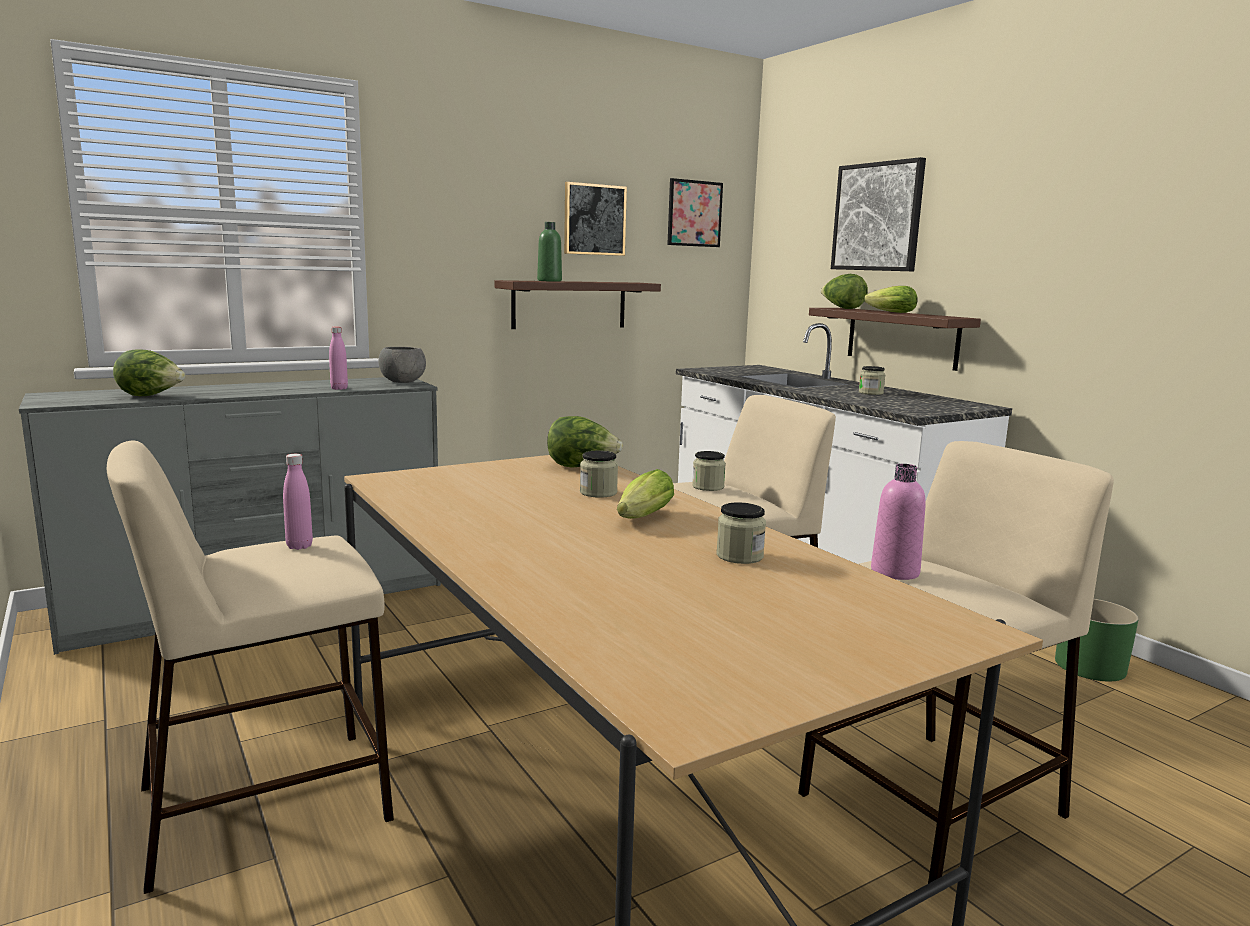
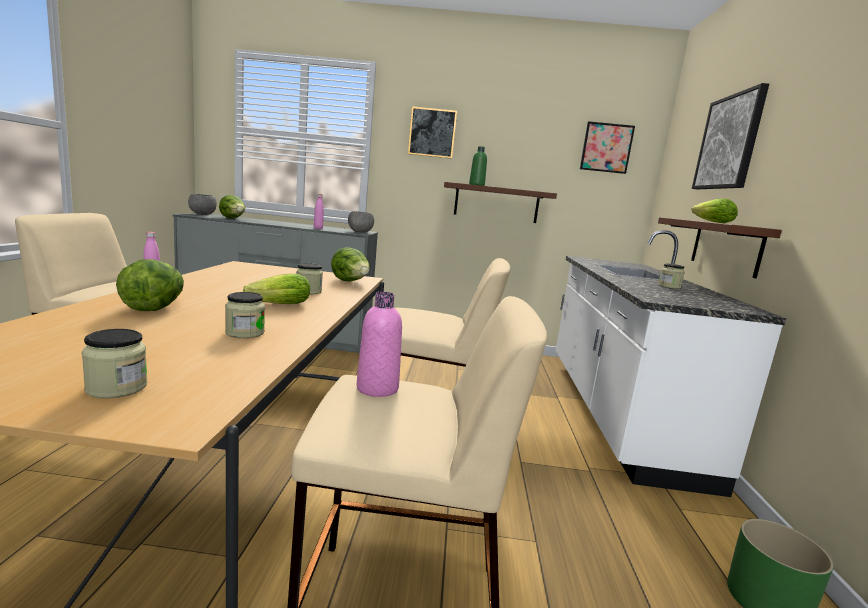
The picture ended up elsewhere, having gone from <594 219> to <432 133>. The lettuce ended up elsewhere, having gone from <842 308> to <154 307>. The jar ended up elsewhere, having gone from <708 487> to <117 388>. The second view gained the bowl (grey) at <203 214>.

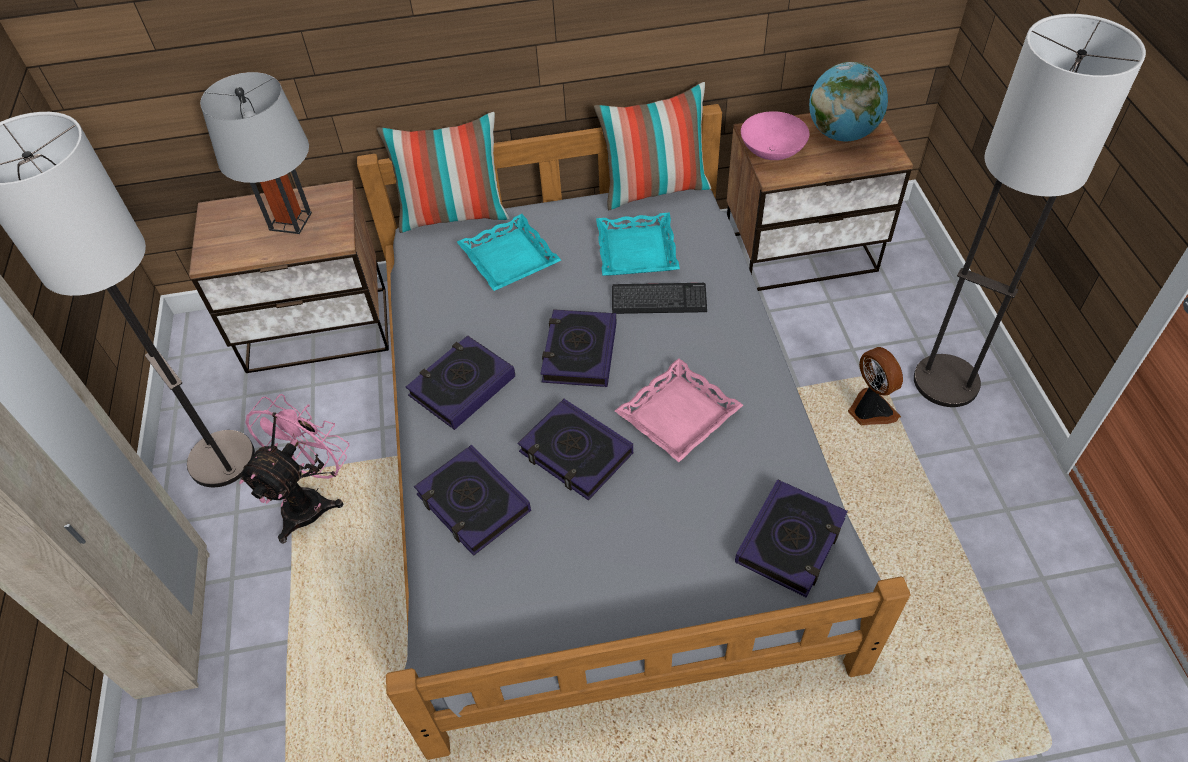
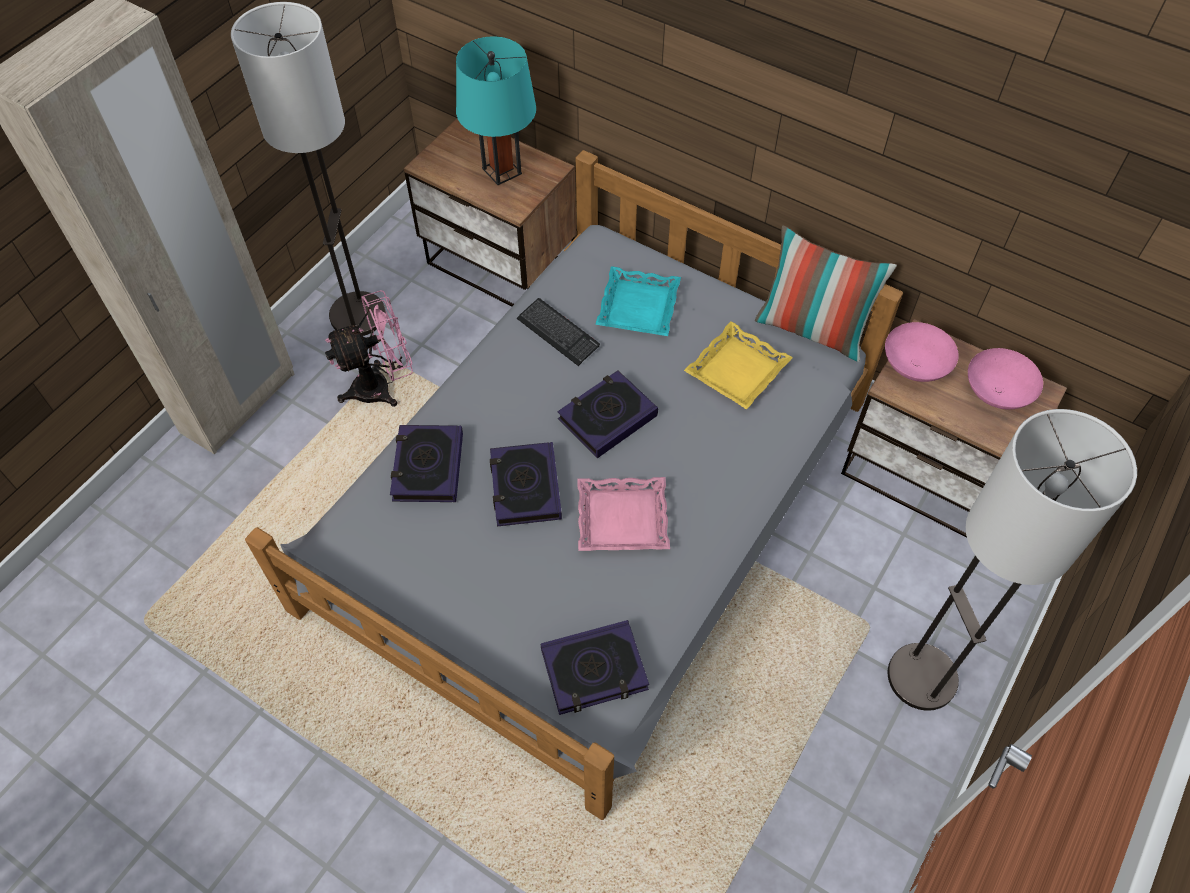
Where the globe stood at <841 134>, the bowl (pink) came to stand at <997 393>. What was the table lamp (grey) at <290 221> turned into the table lamp (turquoise) at <502 171>. The second view lost the pillow at <454 215>. What was the tray (turquoise) at <637 251> turned into the tray (yellow) at <737 371>. The keyboard ended up elsewhere, having gone from <659 300> to <558 333>. The second view lost the book at <462 386>. The second view lost the fan at <870 410>.

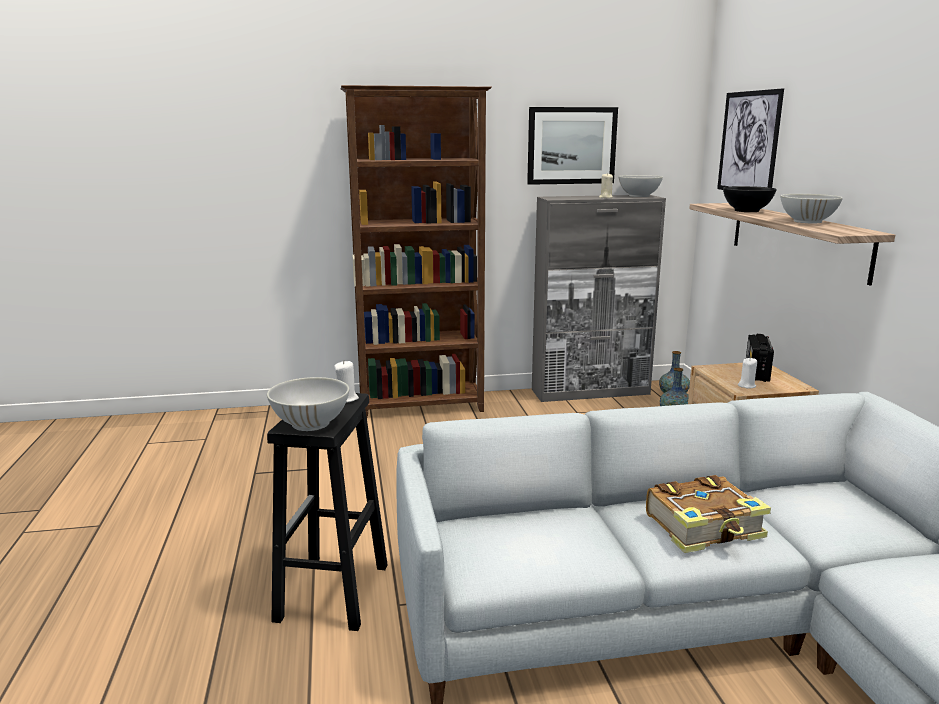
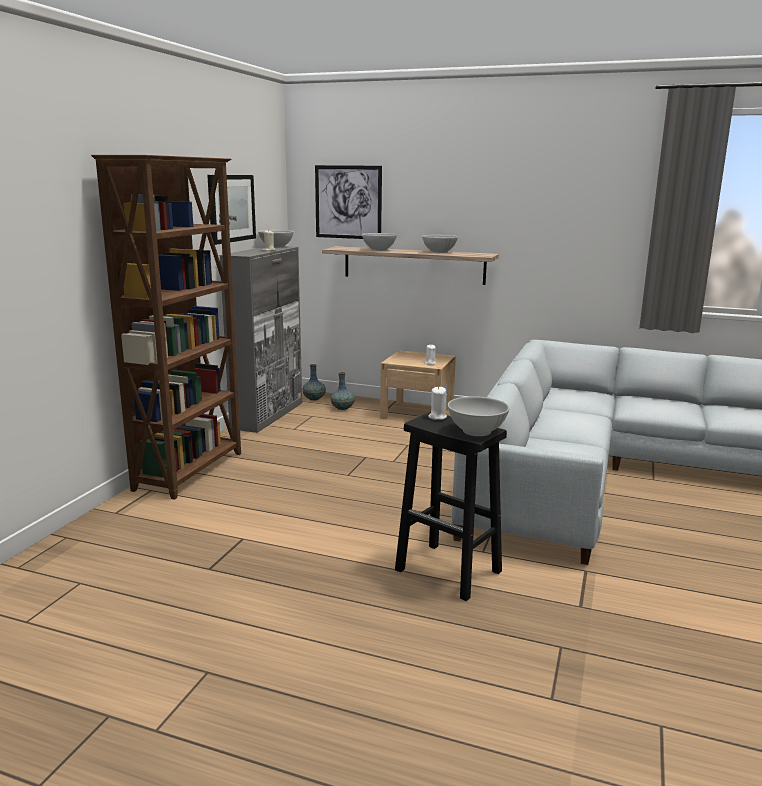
What was the bowl (black) at <746 211> turned into the bowl (white) at <379 250>. The second view lost the radio at <756 373>. The second view lost the book at <705 527>.

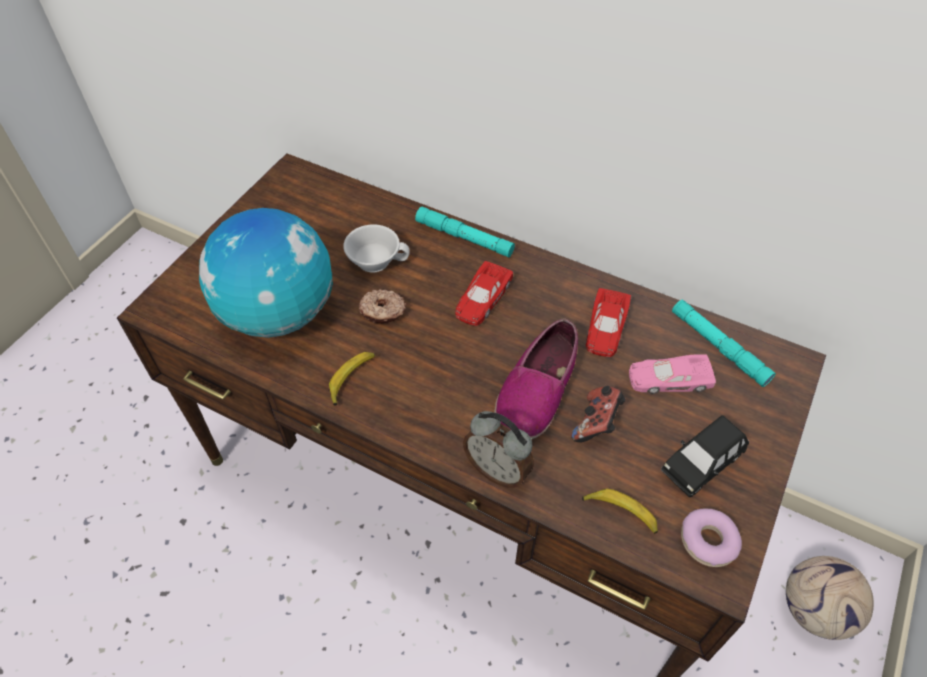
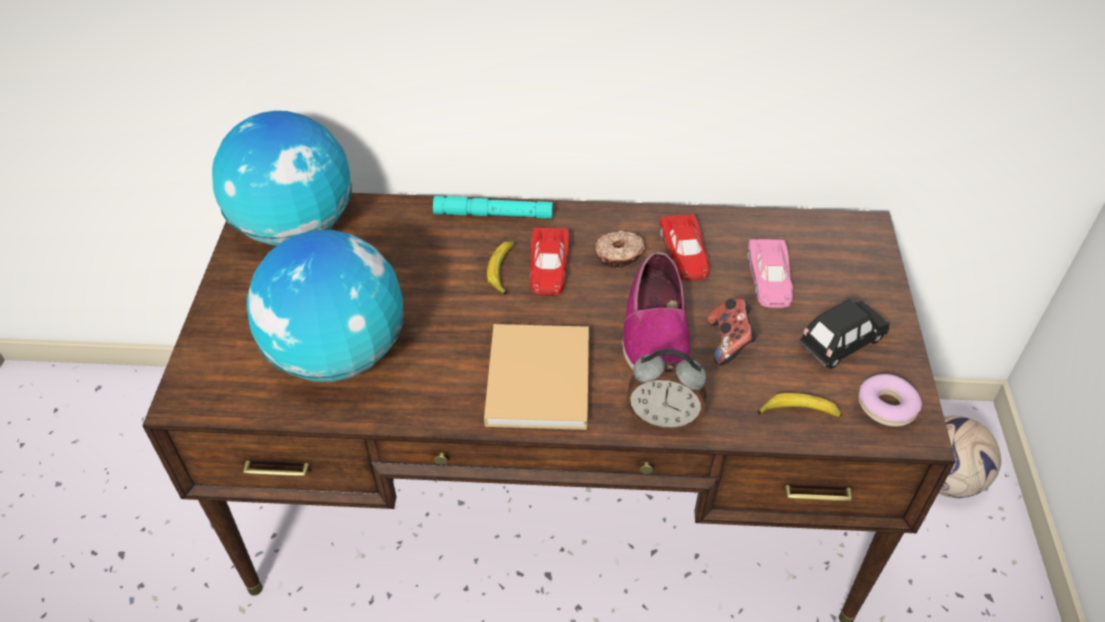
The second view lost the cup (white) at <375 259>. The donut ended up elsewhere, having gone from <382 311> to <619 255>. The second view lost the flashlight (turquoise) at <719 347>. The banana ended up elsewhere, having gone from <351 379> to <503 270>. The toy car (pink) at <669 378> ended up facing another way, 60 degrees counterclockwise from before. The toy car (black) at <701 464> ended up facing another way, 150 degrees counterclockwise from before. The second view gained the globe at <295 228>. The second view gained the book (beige) at <538 376>.

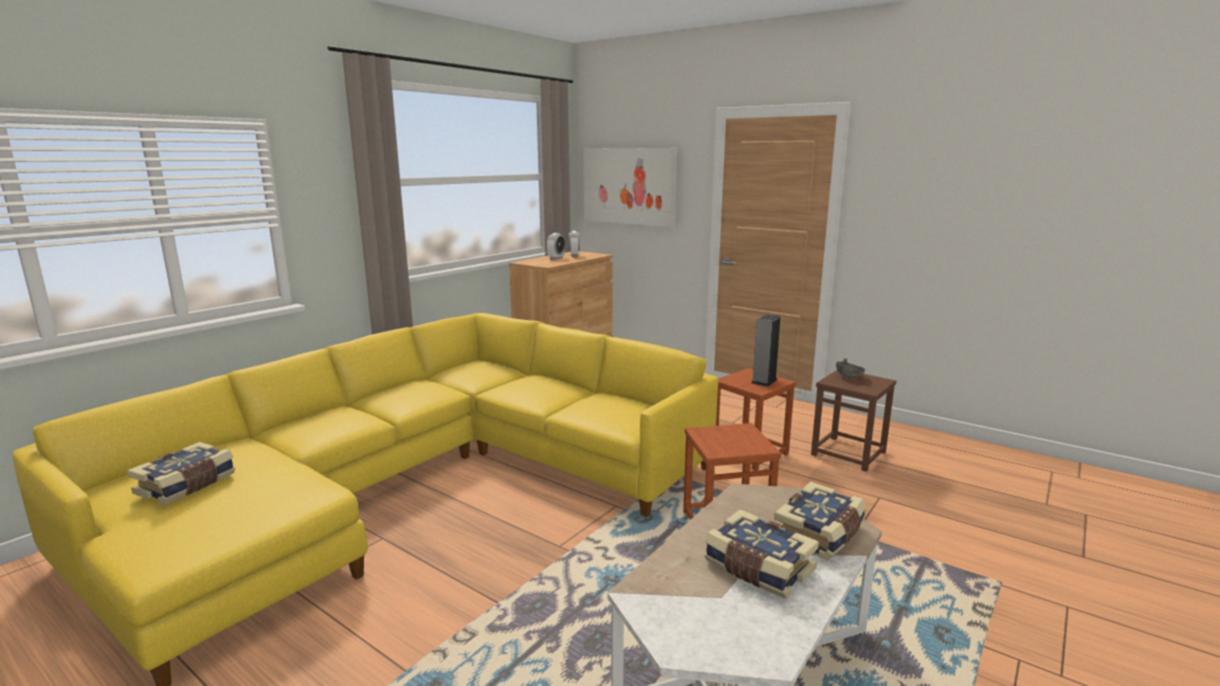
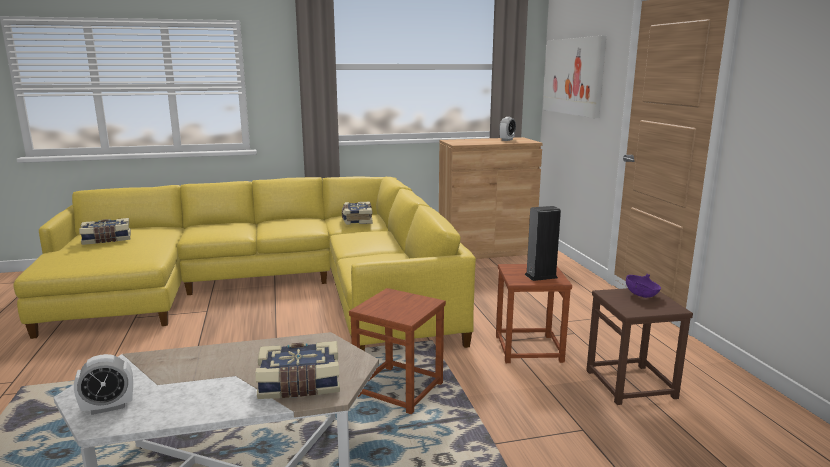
The alarm clock ended up elsewhere, having gone from <556 258> to <108 407>. What was the bowl (grey) at <849 377> turned into the bowl (purple) at <642 295>. The book ended up elsewhere, having gone from <758 568> to <356 220>.

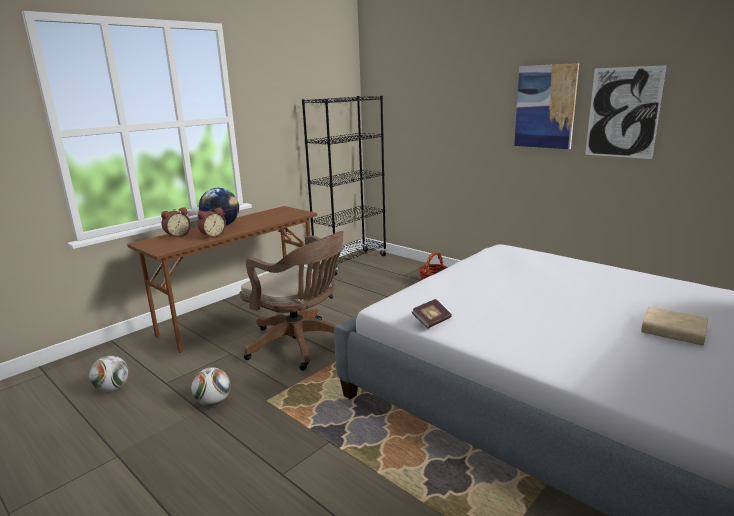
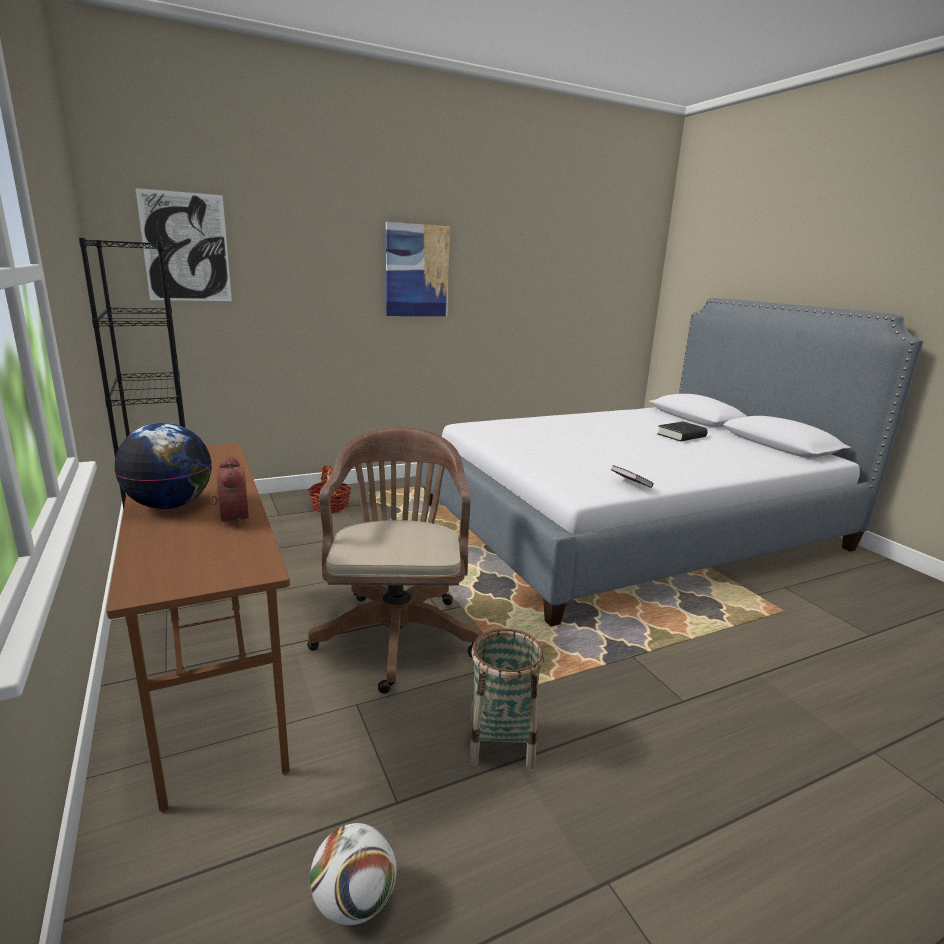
The picture ended up elsewhere, having gone from <623 113> to <186 247>. The second view lost the alarm clock at <177 235>. The office chair (brown) at <300 345> ended up facing another way, 60 degrees counterclockwise from before. What was the book (beige) at <673 331> turned into the book (black) at <681 435>. Where the football stood at <213 402>, the basket came to stand at <501 742>.

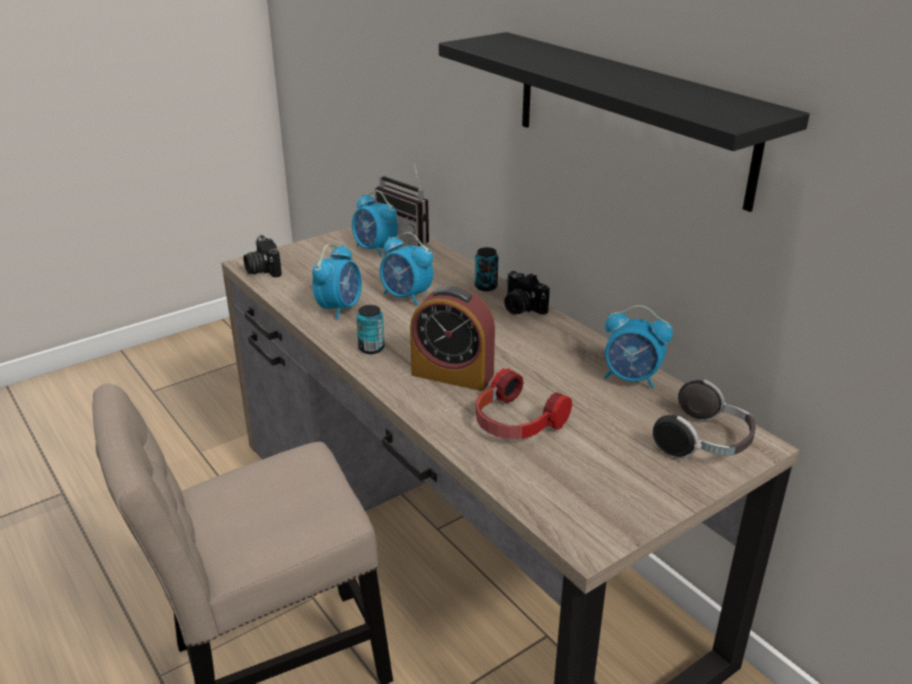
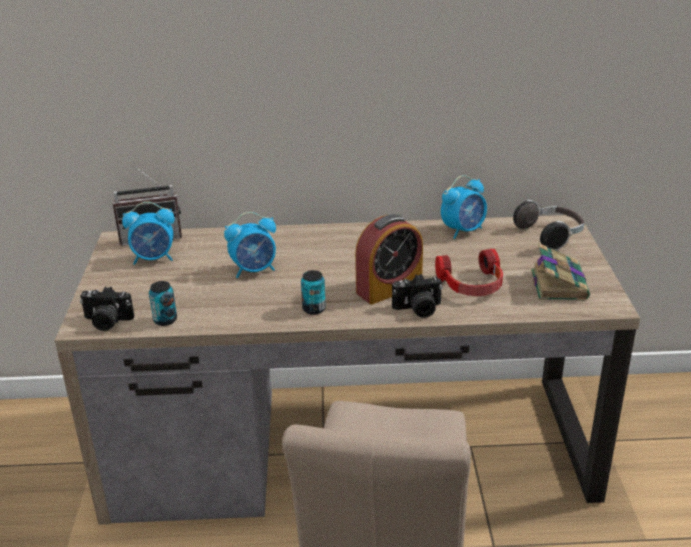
The second view lost the shelf (black) at <629 115>. The second view lost the alarm clock at <340 308>. The can ended up elsewhere, having gone from <486 286> to <165 320>. The photo camera ended up elsewhere, having gone from <521 308> to <418 309>. The second view gained the book at <558 284>.

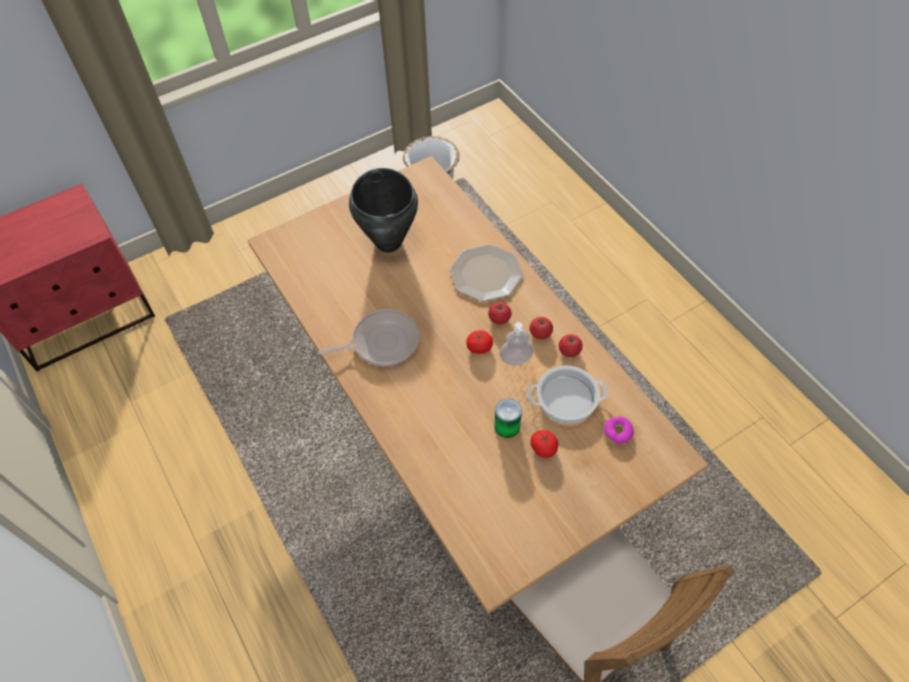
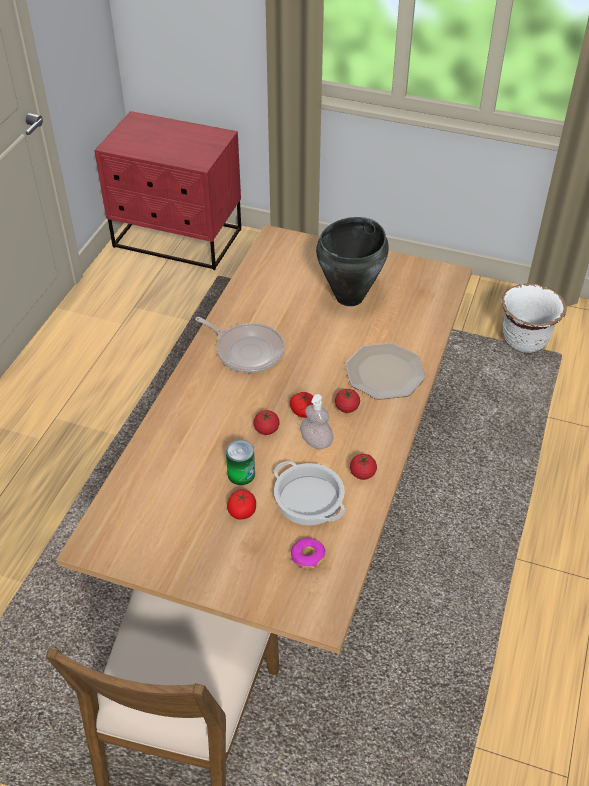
The tomato ended up elsewhere, having gone from <540 333> to <266 429>.

